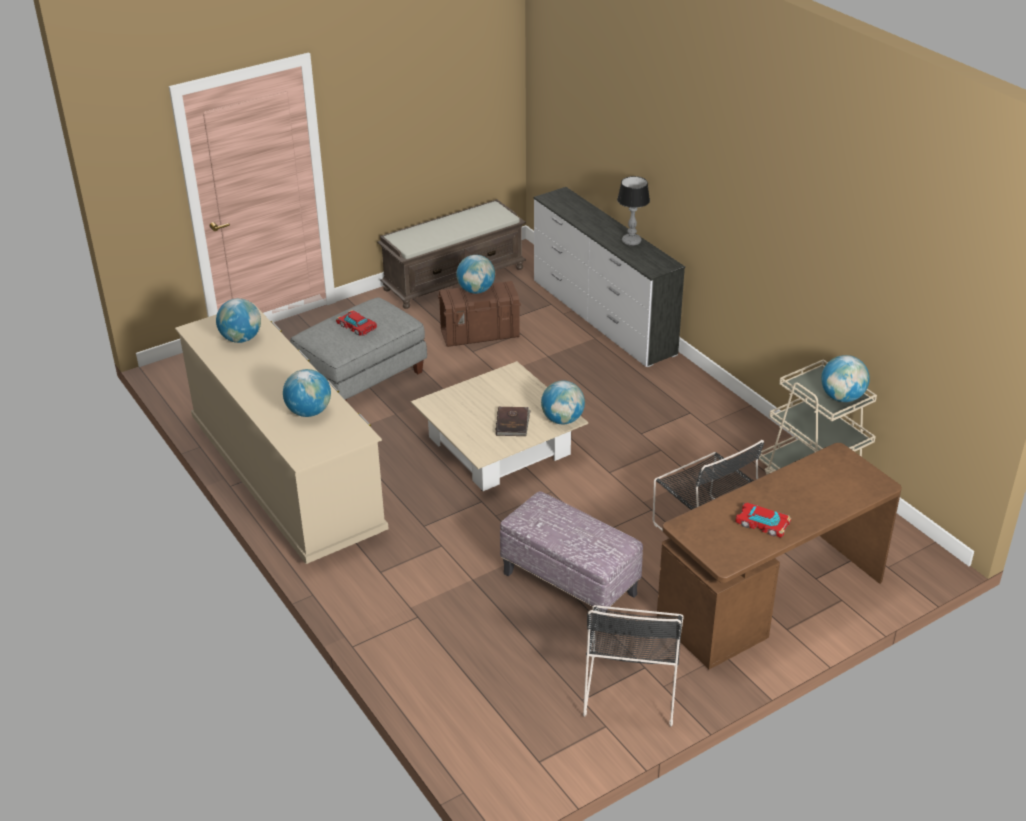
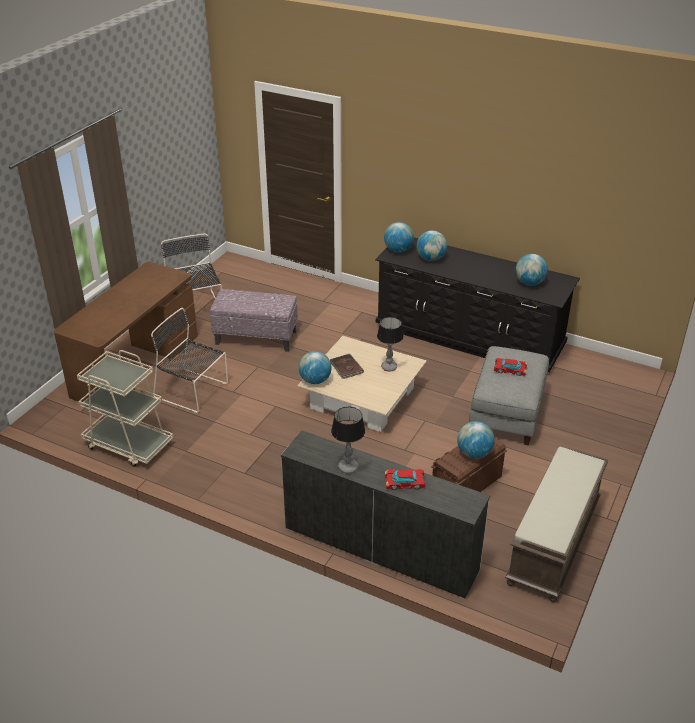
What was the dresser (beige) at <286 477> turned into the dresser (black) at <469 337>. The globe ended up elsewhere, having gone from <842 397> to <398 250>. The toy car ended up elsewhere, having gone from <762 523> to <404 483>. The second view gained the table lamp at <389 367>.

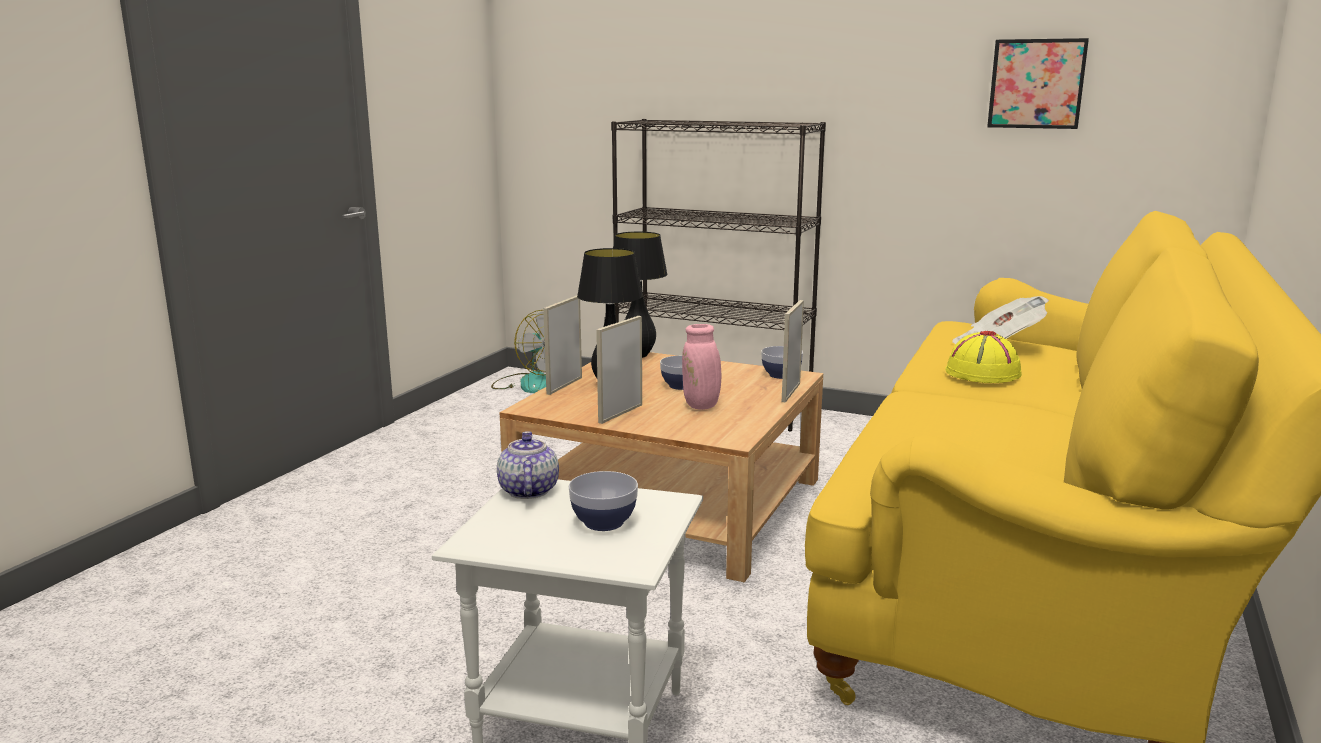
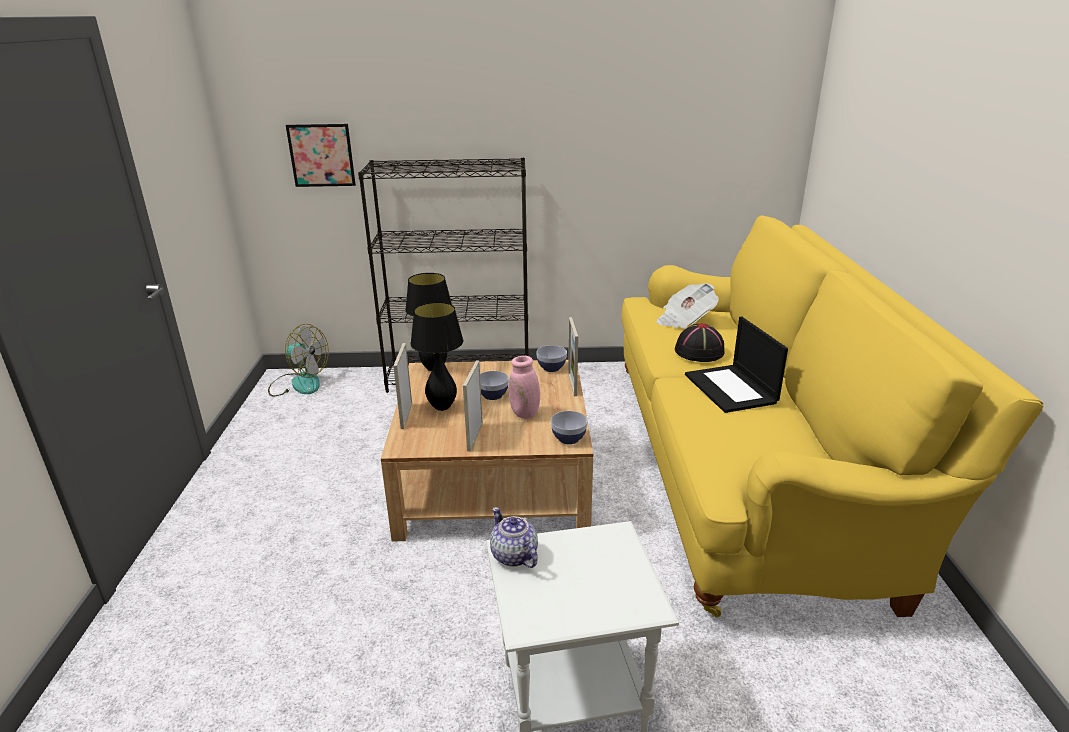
The picture ended up elsewhere, having gone from <1036 84> to <321 155>. What was the hat (yellow) at <982 373> turned into the hat (black) at <699 352>. The bowl ended up elsewhere, having gone from <604 522> to <569 438>. The second view gained the laptop at <731 389>.

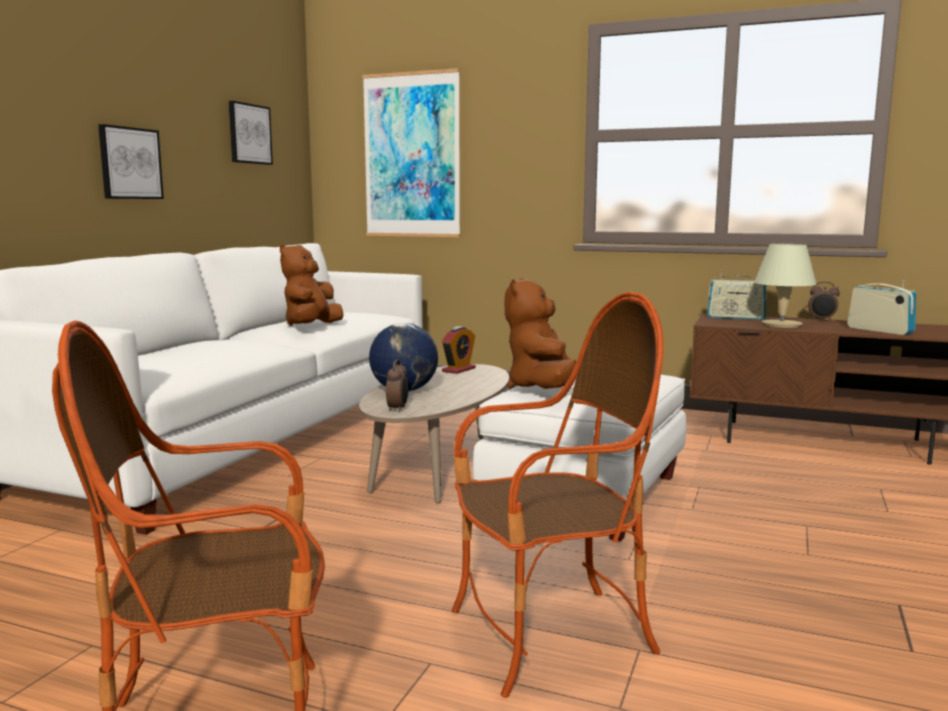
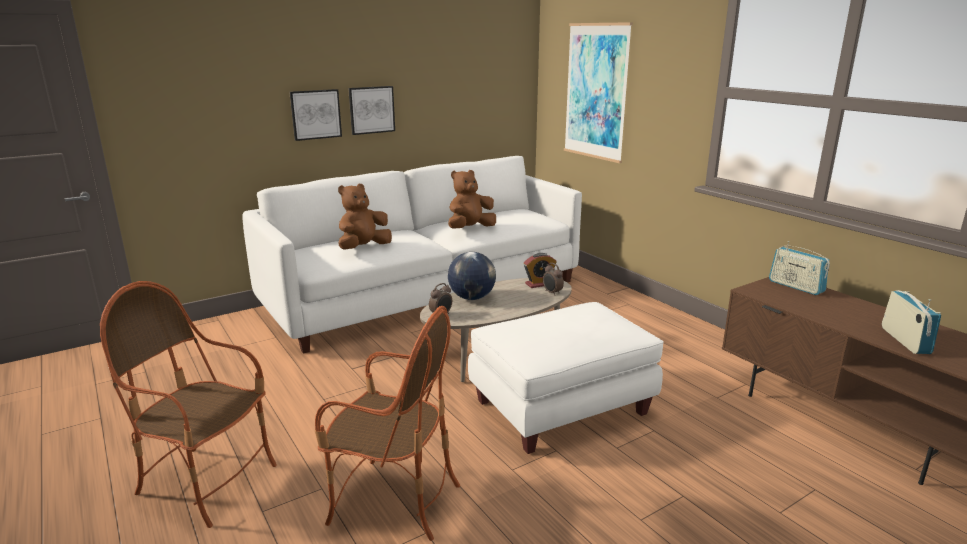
The picture ended up elsewhere, having gone from <249 134> to <315 114>. The second view lost the table lamp (beige) at <781 325>. The plush toy (brown) ended up elsewhere, having gone from <542 389> to <363 248>. The alarm clock ended up elsewhere, having gone from <822 320> to <552 293>.

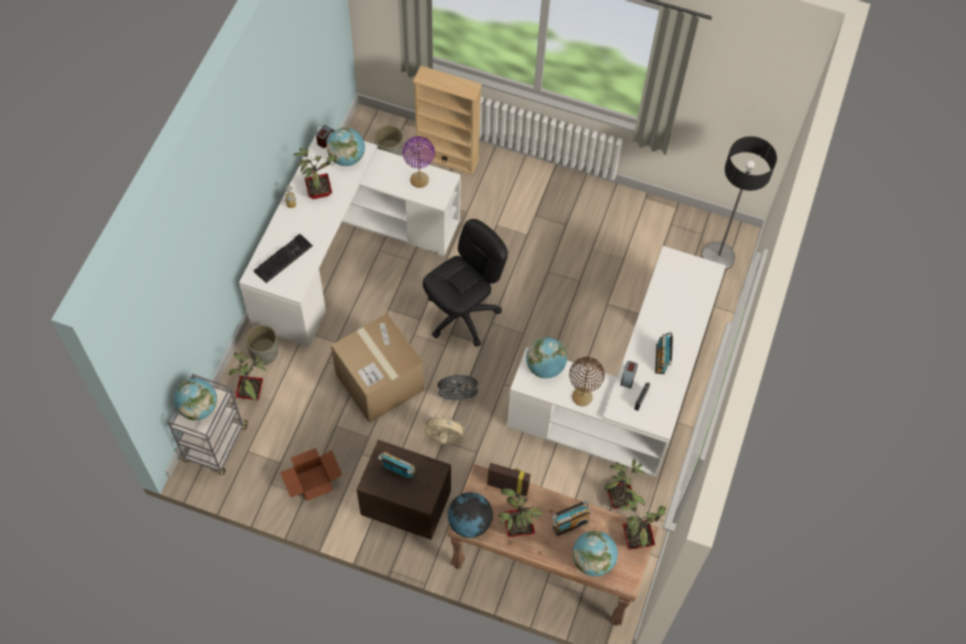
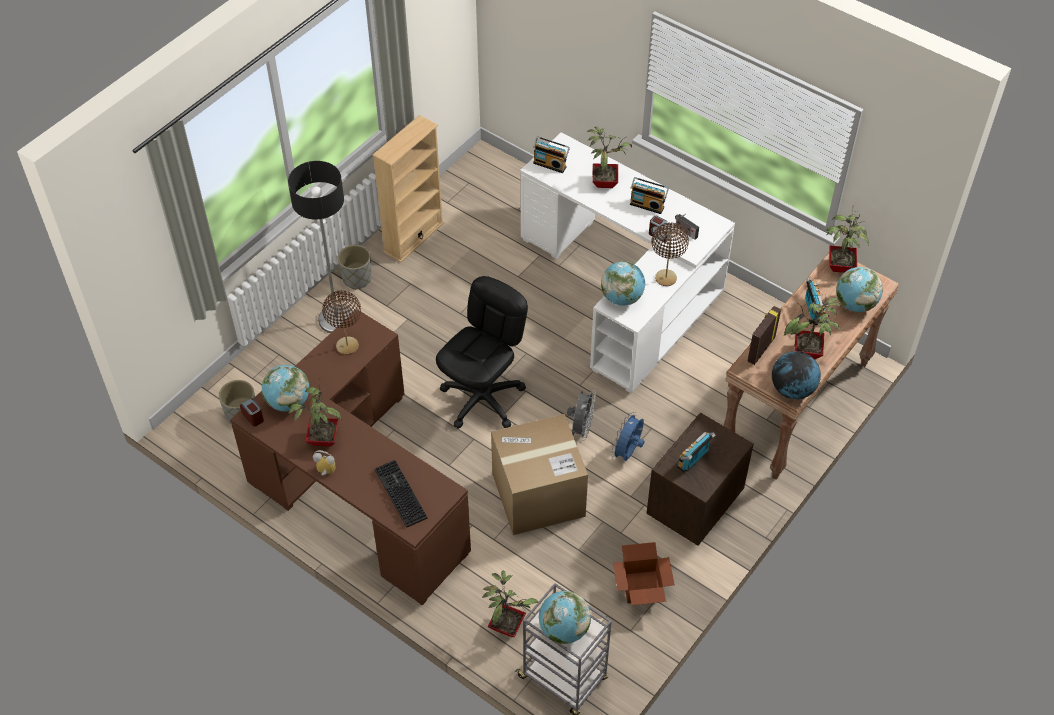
The bookcase (beige) ended up elsewhere, having gone from <447 157> to <413 237>. What was the desk (white) at <344 252> turned into the desk (brown) at <356 490>. What was the table lamp (purple) at <419 180> turned into the table lamp (brown) at <347 346>. The floor lamp ended up elsewhere, having gone from <718 256> to <337 319>. The office chair (black) at <462 314> ended up facing another way, 60 degrees clockwise from before. The planter (grey) ended up elsewhere, having gone from <264 353> to <357 279>. What was the fan (beige) at <444 440> turned into the fan (blue) at <628 452>. The potted plant ended up elsewhere, having gone from <621 499> to <604 181>. The second view gained the radio at <550 164>.

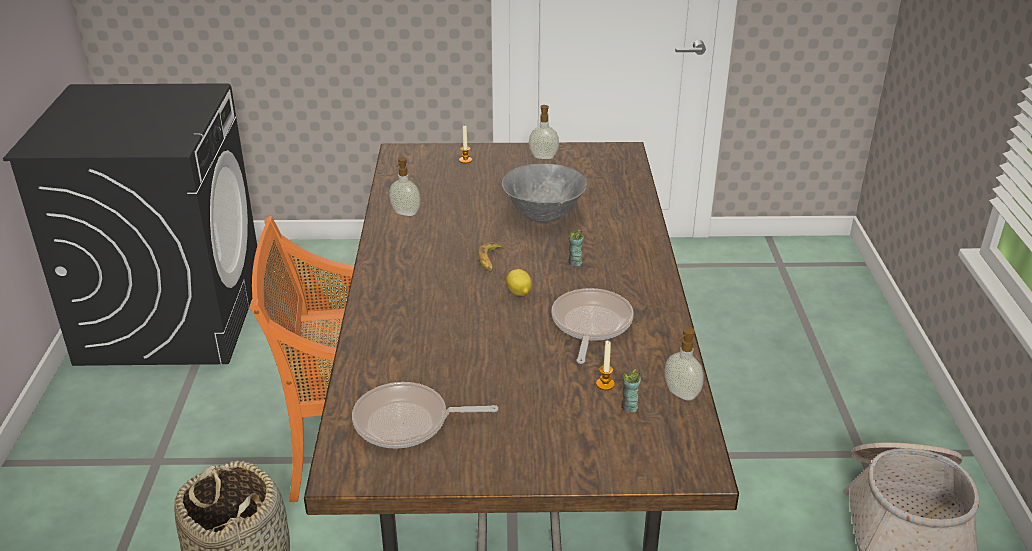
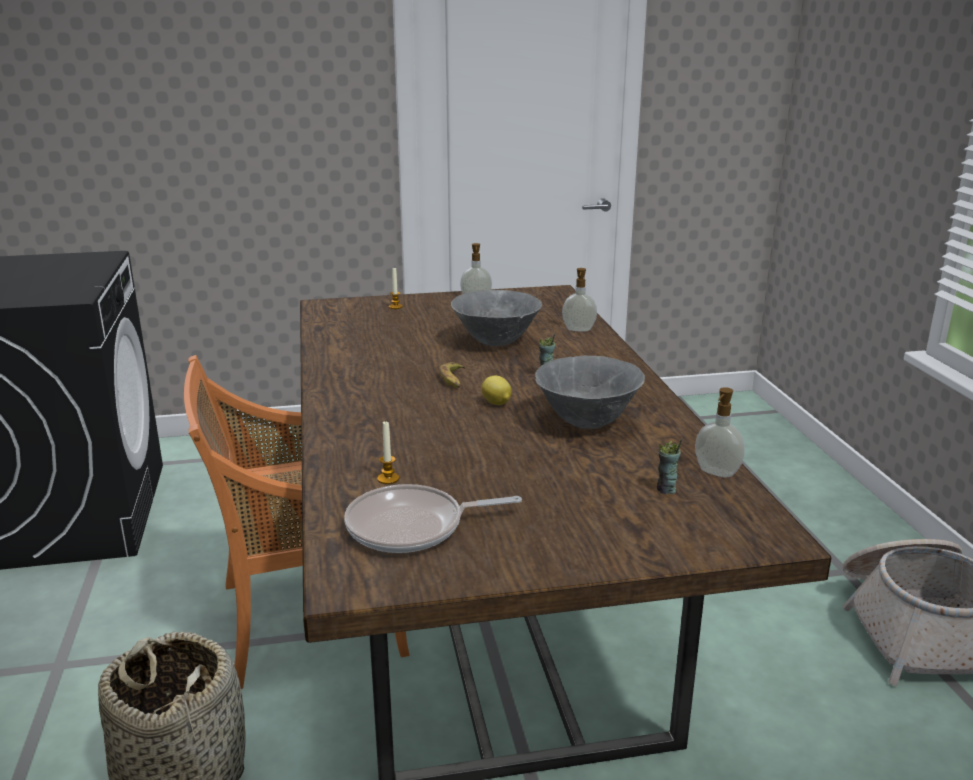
The soap dispenser ended up elsewhere, having gone from <405 213> to <578 330>. Where the frying pan stood at <590 324>, the bowl (grey) came to stand at <587 423>. The candle ended up elsewhere, having gone from <605 384> to <388 479>.

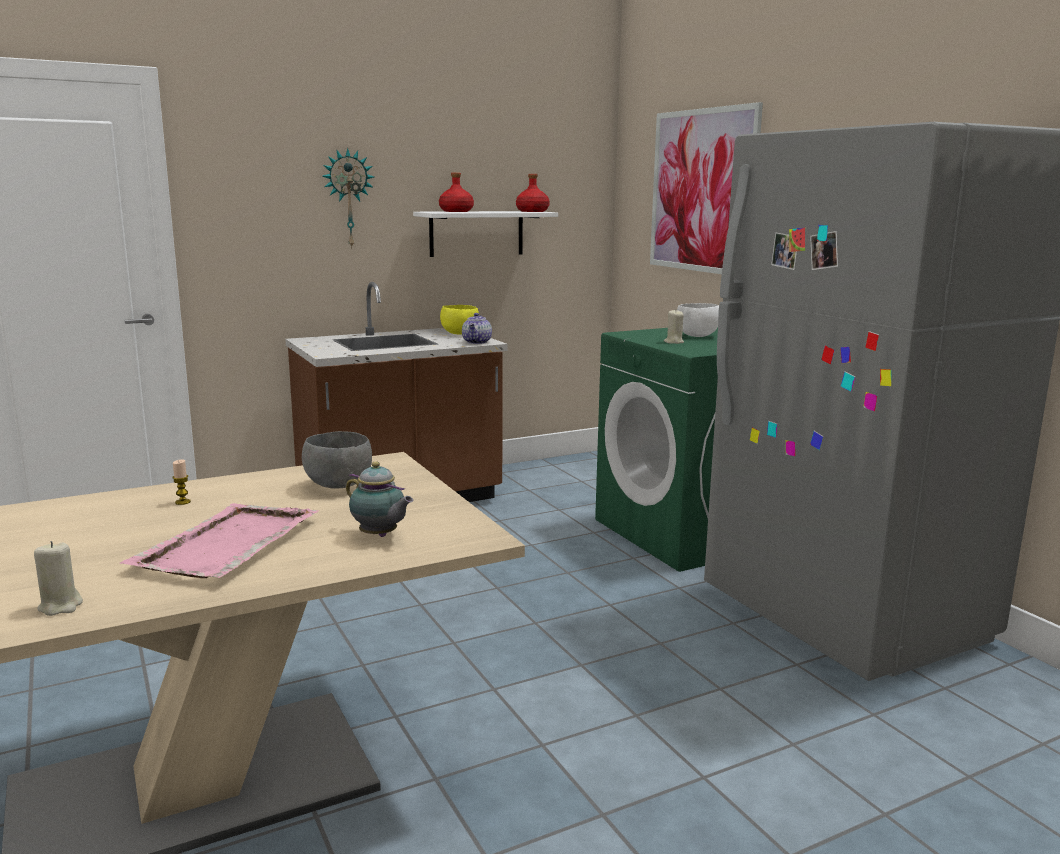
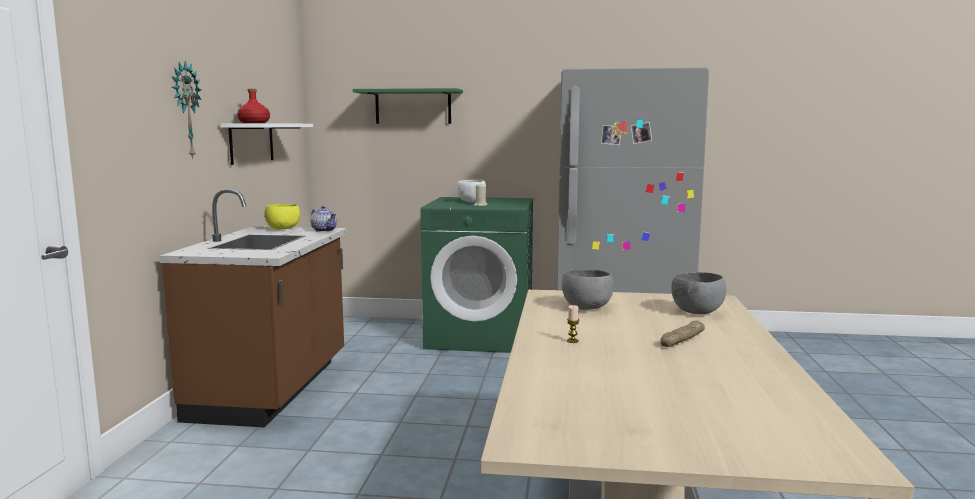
Where the picture hung at <702 191>, the shelf (green) came to hang at <413 107>. The second view lost the bottle (red) at <532 211>. Where the teapot stood at <380 536>, the bowl (grey) came to stand at <696 312>. Where the tray (pink) stood at <226 545>, the bread came to stand at <682 340>. The second view lost the candle (beige) at <61 606>.

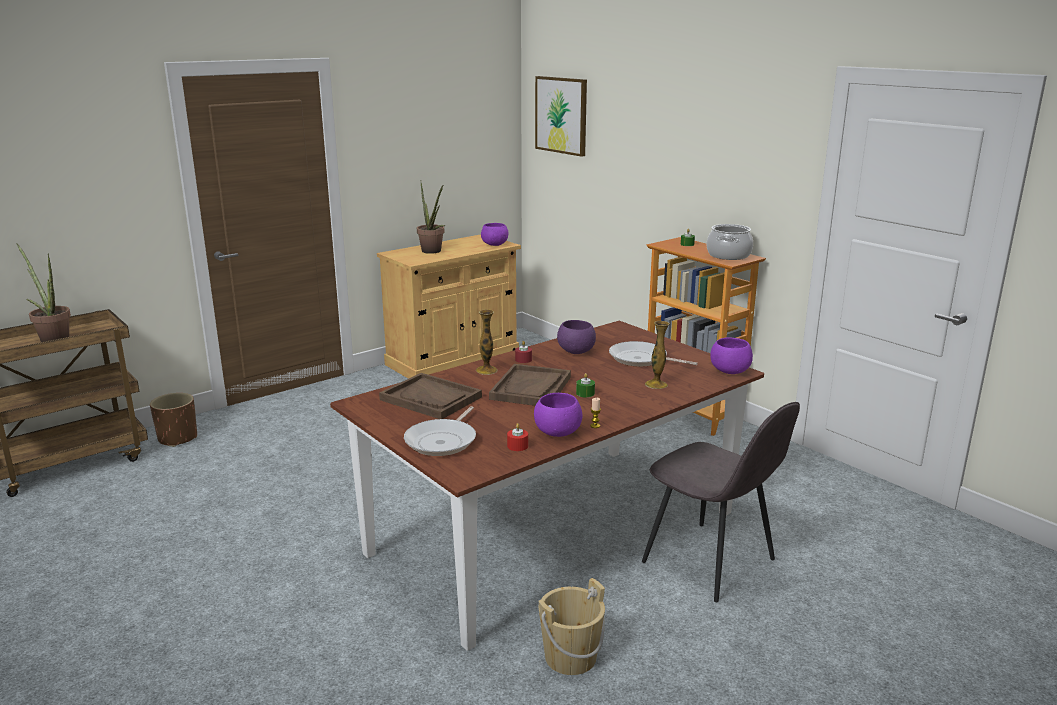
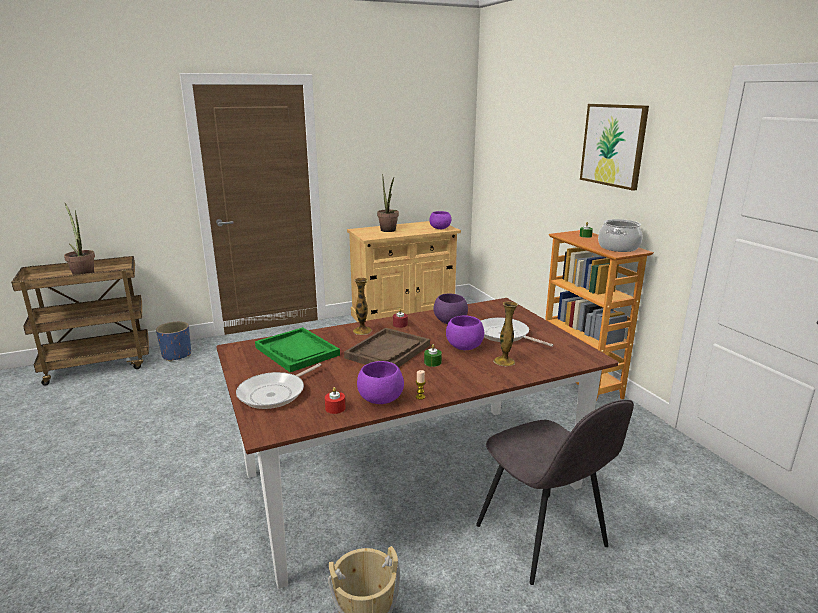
The picture ended up elsewhere, having gone from <561 115> to <613 145>. The bowl (purple) ended up elsewhere, having gone from <730 371> to <464 347>. What was the tray (brown) at <431 398> turned into the tray (green) at <297 351>. What was the planter (brown) at <178 438> turned into the planter (blue) at <177 355>.

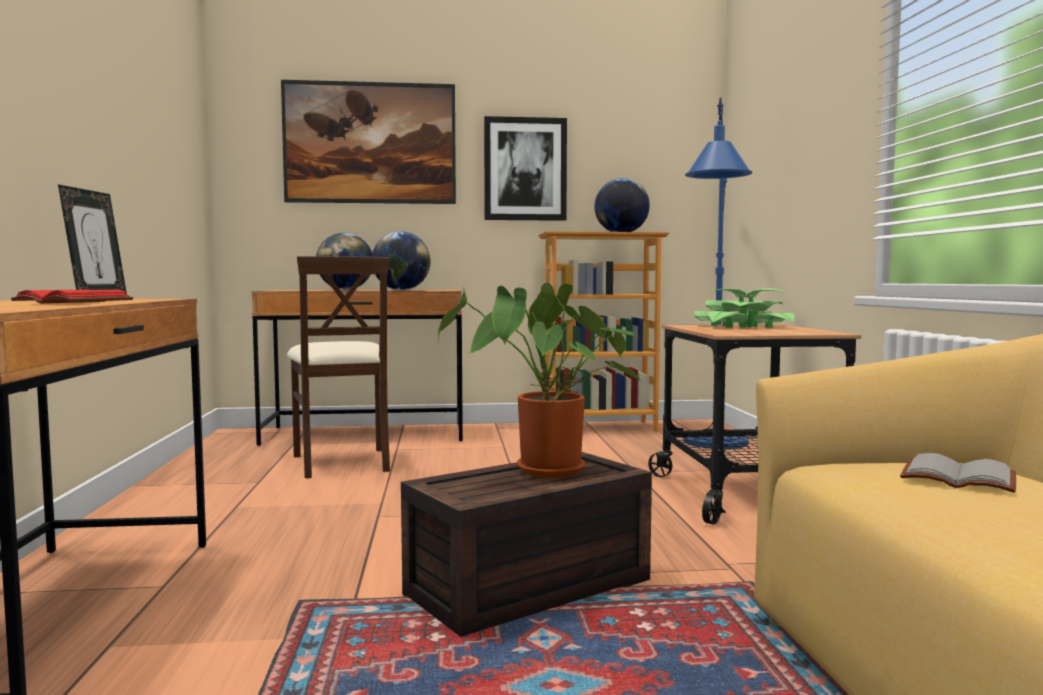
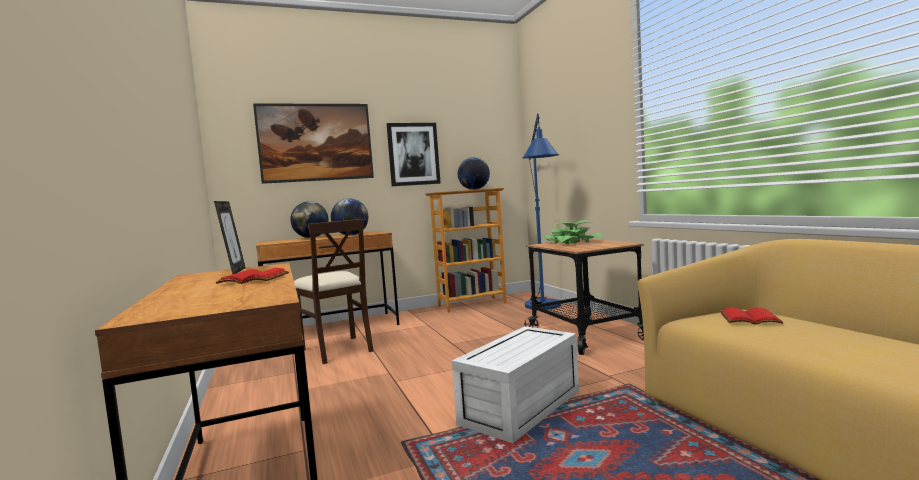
The second view lost the potted plant at <546 472>. What was the storage box (brown) at <528 588> turned into the storage box (white) at <522 409>. What was the book (grey) at <956 478> turned into the book (red) at <749 319>.

